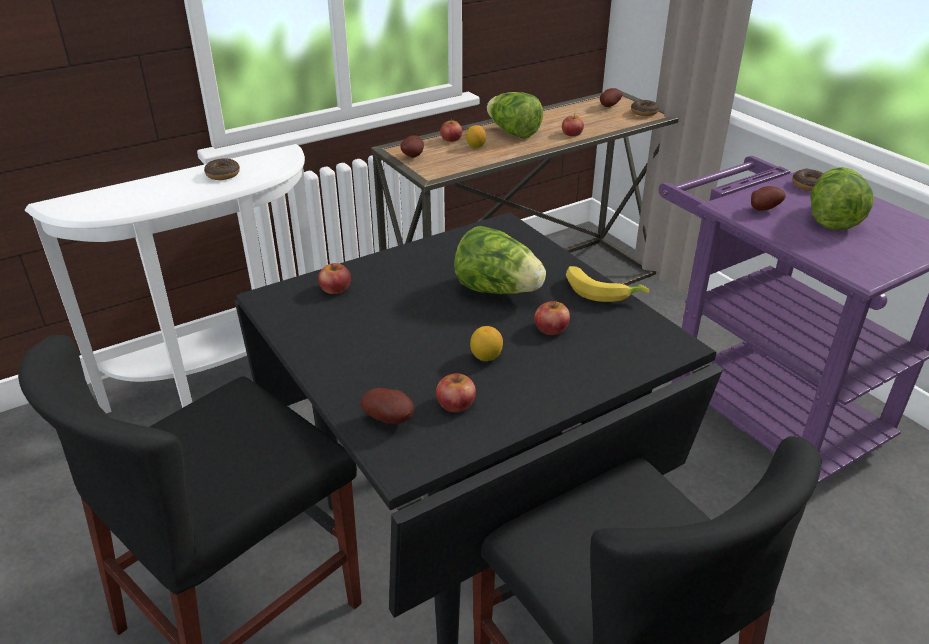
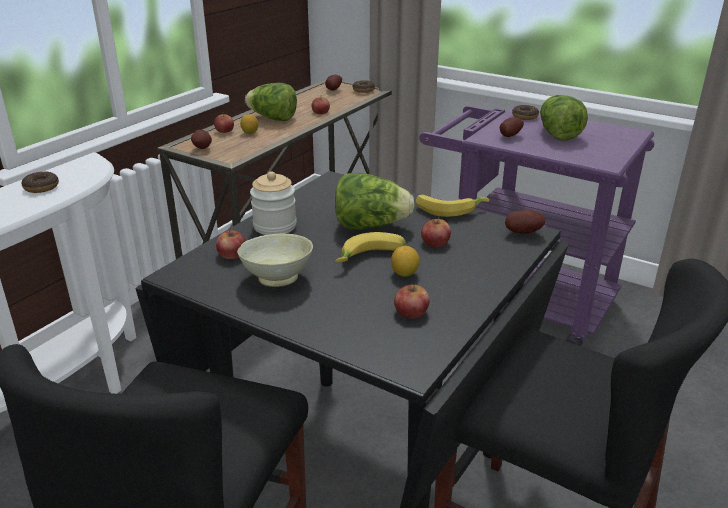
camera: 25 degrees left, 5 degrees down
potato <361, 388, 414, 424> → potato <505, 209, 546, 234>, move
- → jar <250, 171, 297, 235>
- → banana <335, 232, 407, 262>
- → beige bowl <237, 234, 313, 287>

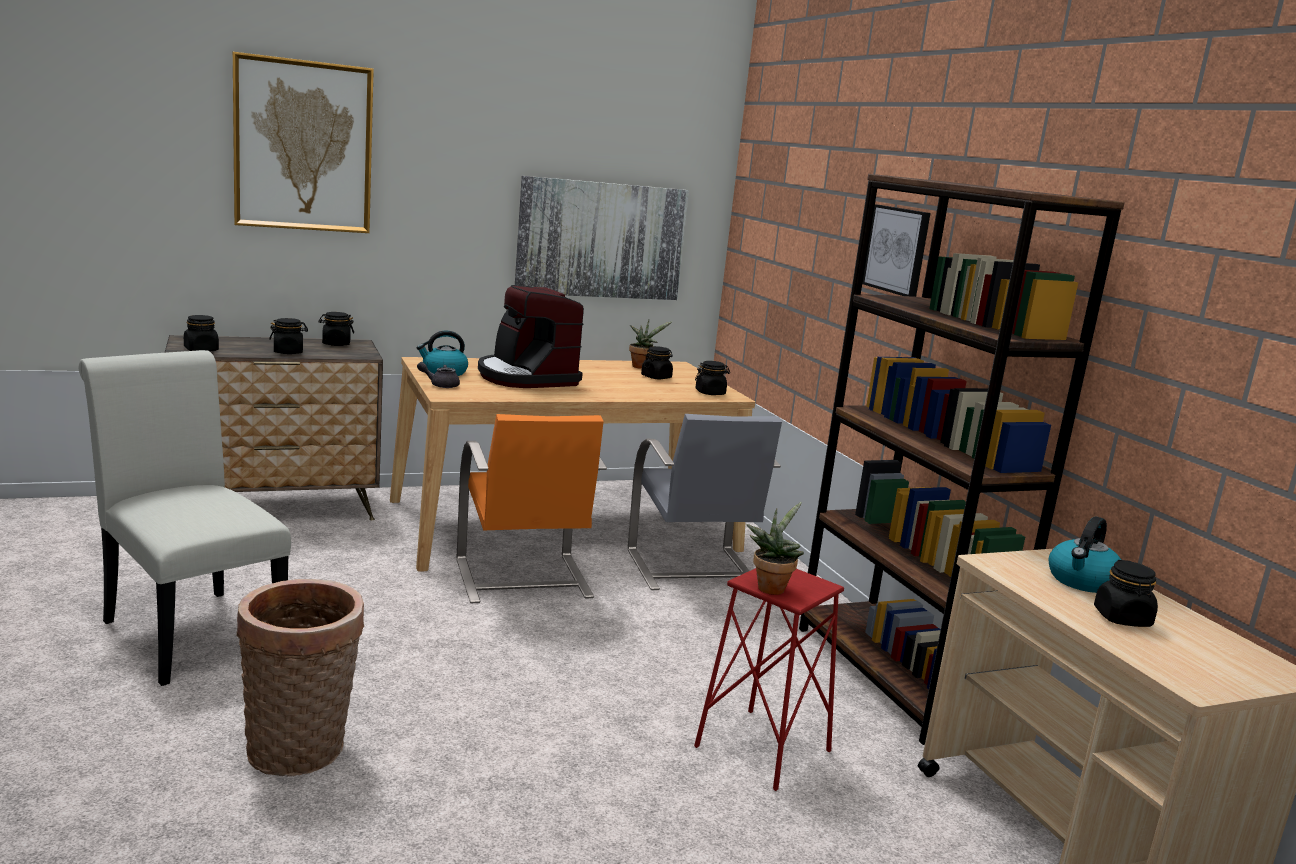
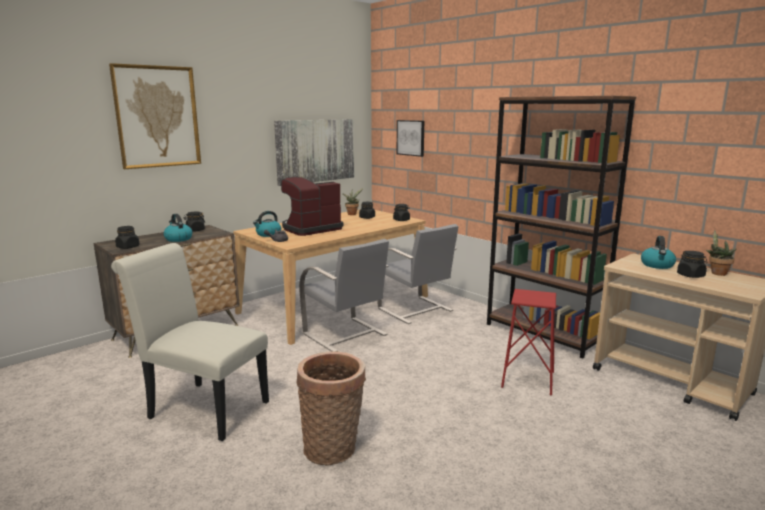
camera: 20 degrees left, 0 degrees up
picture <862, 204, 931, 297> → picture <397, 120, 424, 157>, move
coffee machine <478, 285, 584, 388> → coffee machine <281, 177, 343, 236>, 105 degrees clockwise
black jar <269, 318, 308, 354> → kettle <163, 214, 192, 242>
orange chair <457, 414, 607, 603> → grey chair <299, 239, 389, 352>
potted plant <746, 502, 804, 595> → potted plant <706, 230, 736, 276>, move

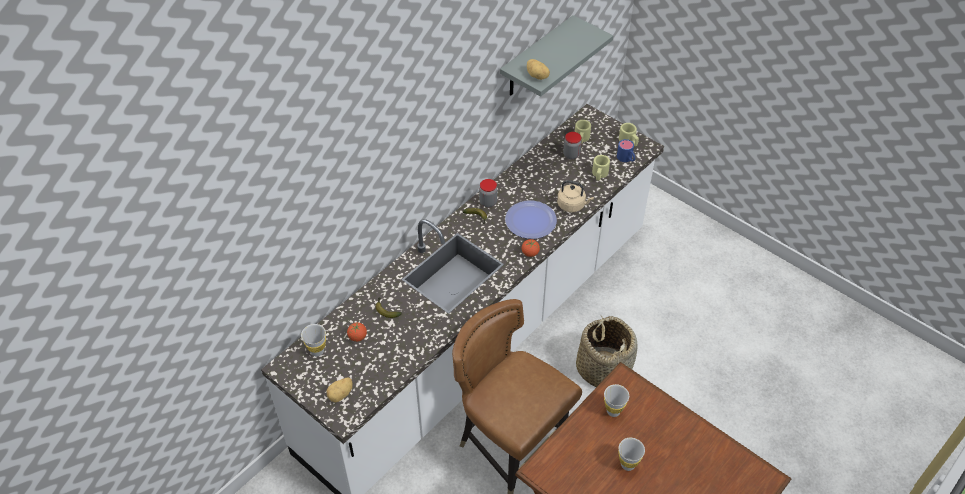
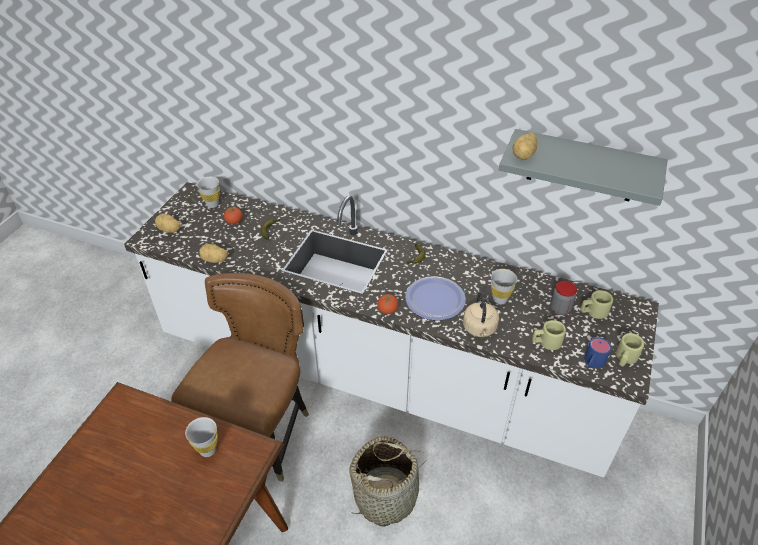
camera: 70 degrees right, 5 degrees down
jar <479, 179, 497, 208> → -
white cup <619, 438, 645, 471> → white cup <491, 269, 517, 304>, move
- → potato <199, 244, 228, 263>

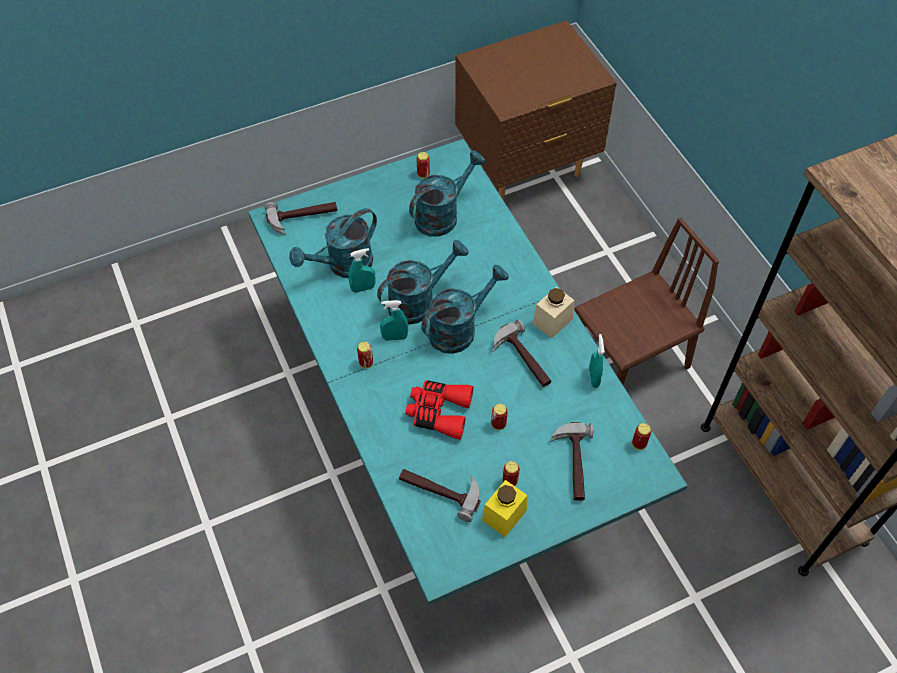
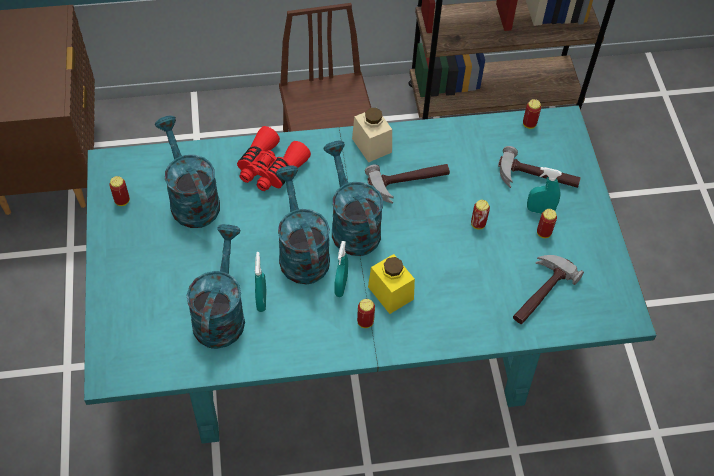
camera: 75 degrees left, 0 degrees up
hammer <265, 202, 338, 235> → -
turquoise watering can <289, 208, 377, 278> → turquoise watering can <187, 224, 245, 349>, 150 degrees counterclockwise
turquoise spray bottle <589, 334, 604, 388> → turquoise spray bottle <527, 167, 562, 214>, move
red binoculars <405, 380, 473, 440> → red binoculars <237, 126, 311, 191>, move
yellow jar <482, 480, 527, 537> → yellow jar <368, 254, 415, 314>, move

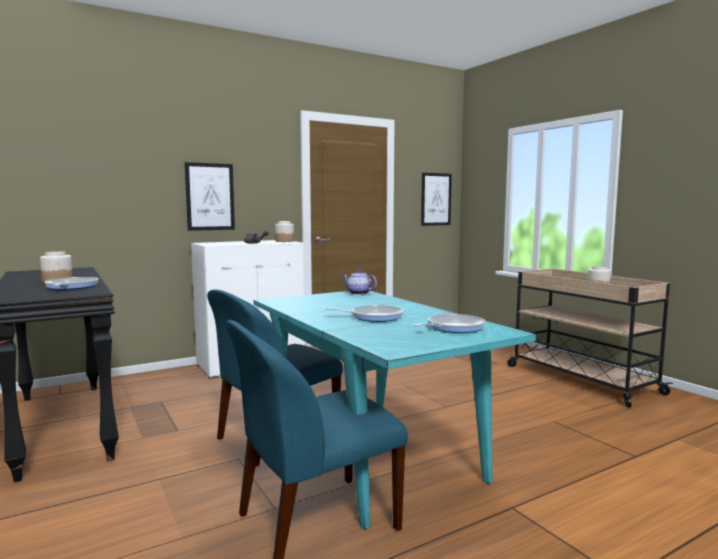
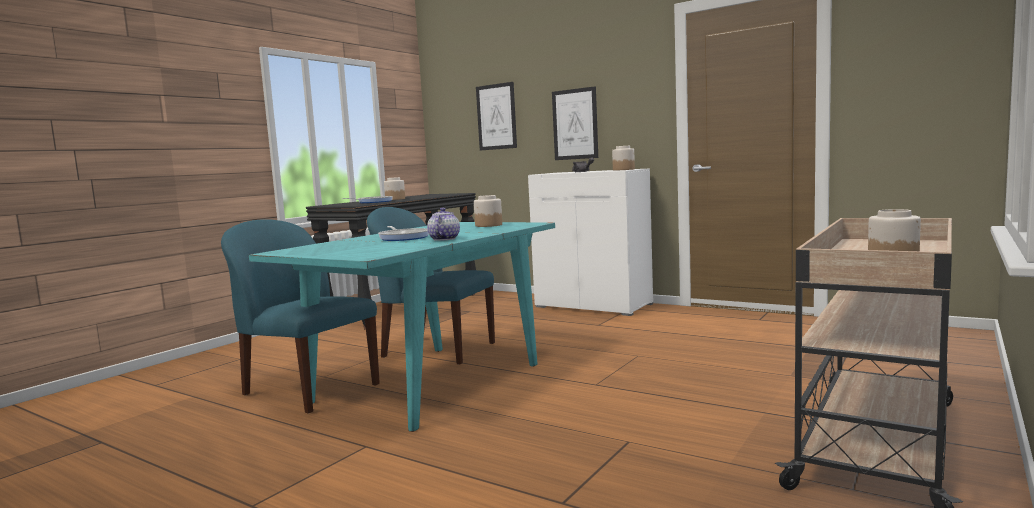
camera: 65 degrees right, 0 degrees up
picture <421, 173, 452, 226> → picture <476, 82, 517, 150>, move
teapot <343, 269, 377, 295> → teapot <427, 208, 460, 241>, move
frying pan <413, 314, 485, 333> → -
- → jar <474, 195, 502, 227>

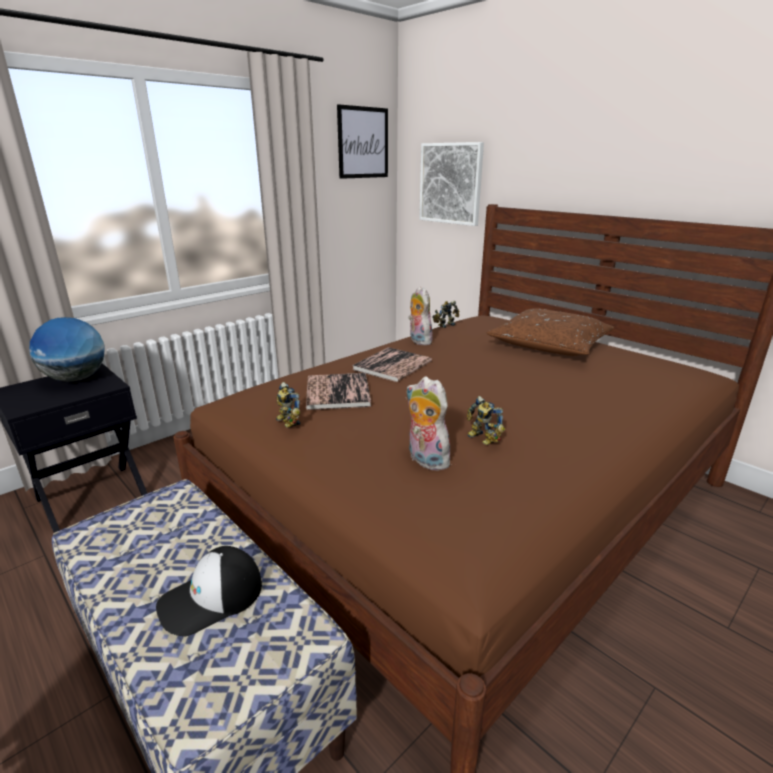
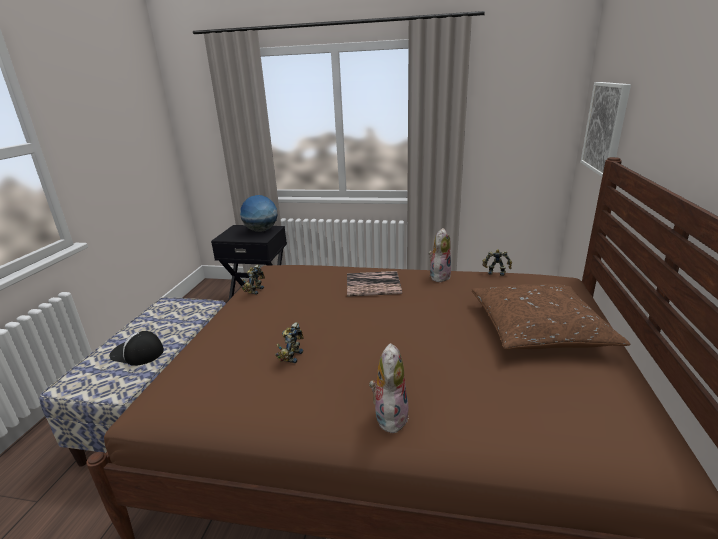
camera: 55 degrees right, 0 degrees up
picture <337, 104, 388, 179> → -
book <306, 373, 371, 410> → -
plush toy <407, 376, 452, 471> → plush toy <369, 343, 409, 435>, move

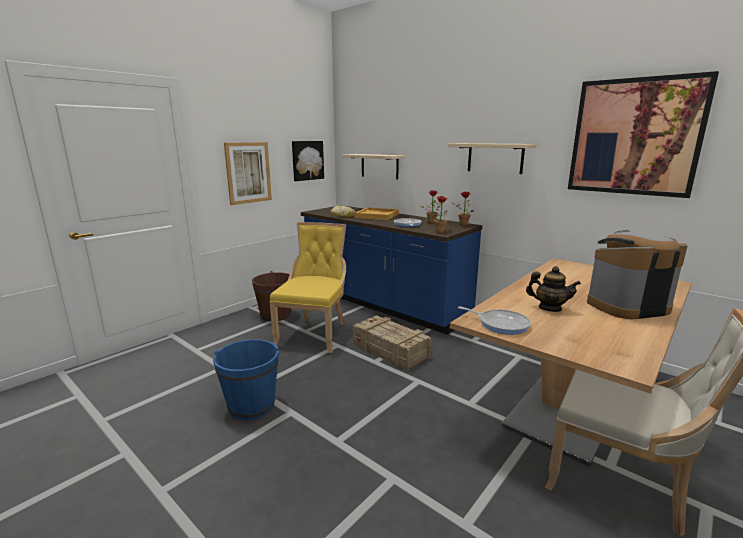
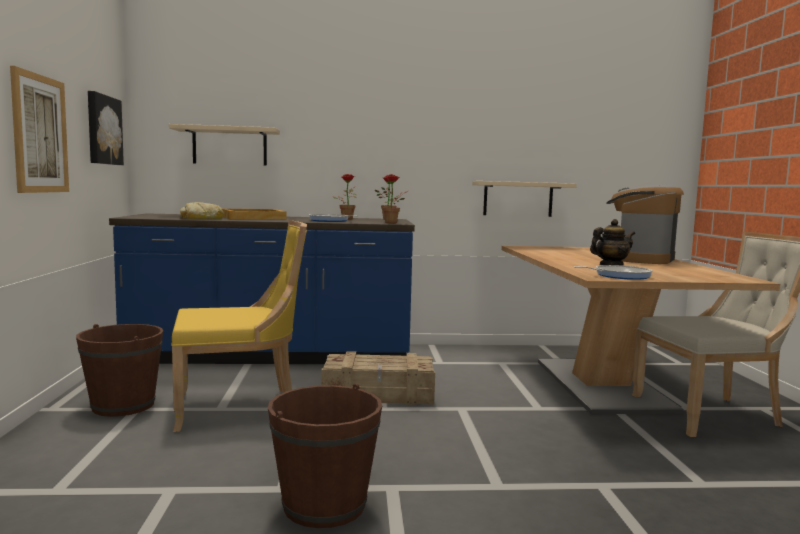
camera: 45 degrees left, 10 degrees down
picture <568, 71, 719, 198> → -
beige shelf <448, 143, 536, 174> → beige shelf <472, 181, 577, 217>, move
yellow chair <270, 222, 346, 353> → yellow chair <171, 220, 307, 432>, 105 degrees clockwise
blue bucket <213, 339, 279, 420> → brown bucket <268, 383, 382, 528>

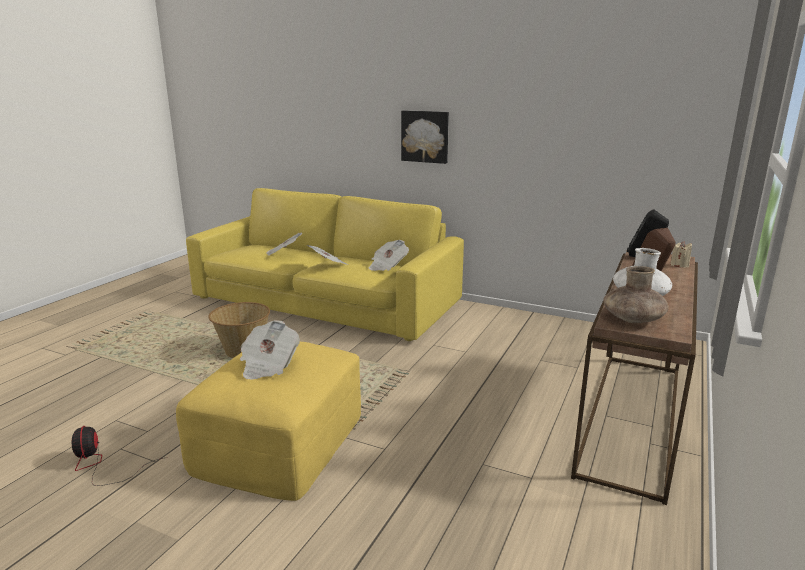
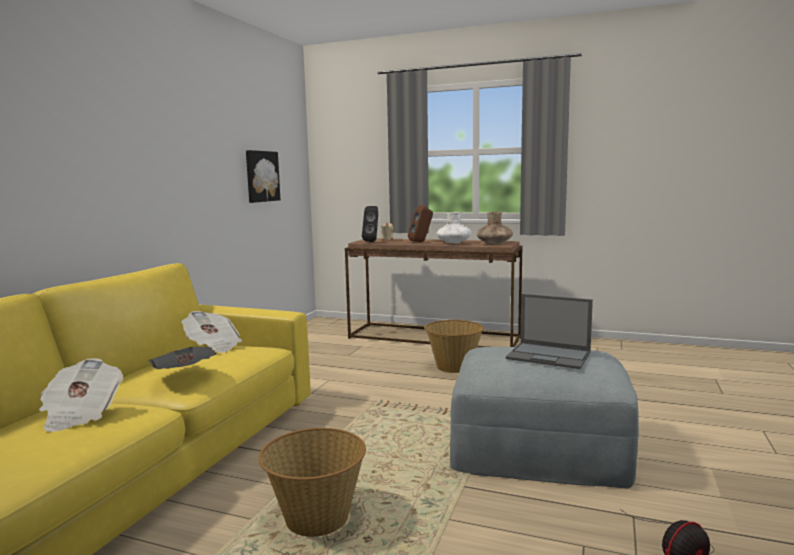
camera: 95 degrees left, 10 degrees down
picture <401, 110, 449, 164> → picture <246, 150, 281, 203>, move
newspaper <240, 320, 300, 380> → laptop <506, 294, 593, 369>
yellow ottoman <176, 342, 361, 501> → grey ottoman <450, 347, 639, 488>
- → basket <424, 320, 484, 373>

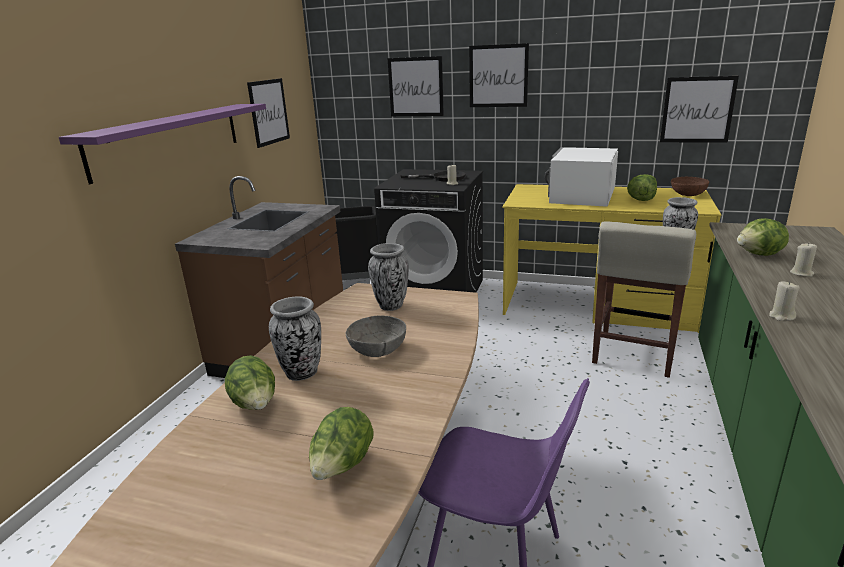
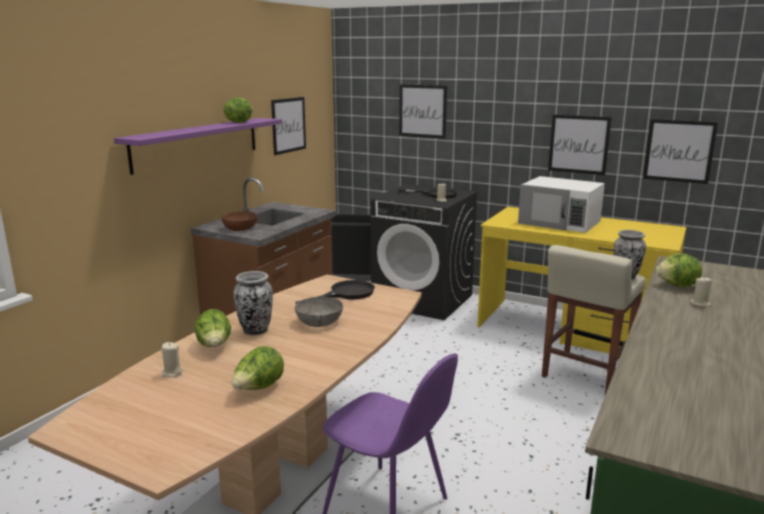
camera: 10 degrees right, 5 degrees down
picture <469, 43, 529, 107> → picture <548, 114, 612, 175>, move
white microwave <545, 147, 618, 207> → white microwave <518, 176, 605, 233>, 90 degrees counterclockwise
lettuce <627, 174, 657, 201> → lettuce <224, 98, 253, 123>, move
brown bowl <671, 177, 709, 196> → brown bowl <221, 211, 258, 231>, move
vase <368, 243, 409, 311> → black frying pan <295, 280, 375, 304>
beige candle <769, 281, 800, 321> → beige candle <161, 342, 183, 378>, move

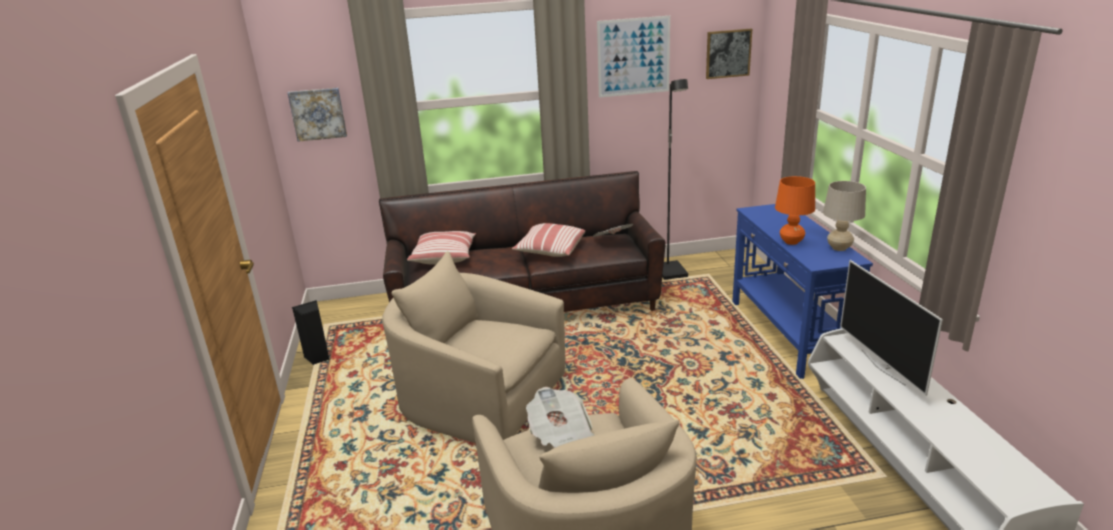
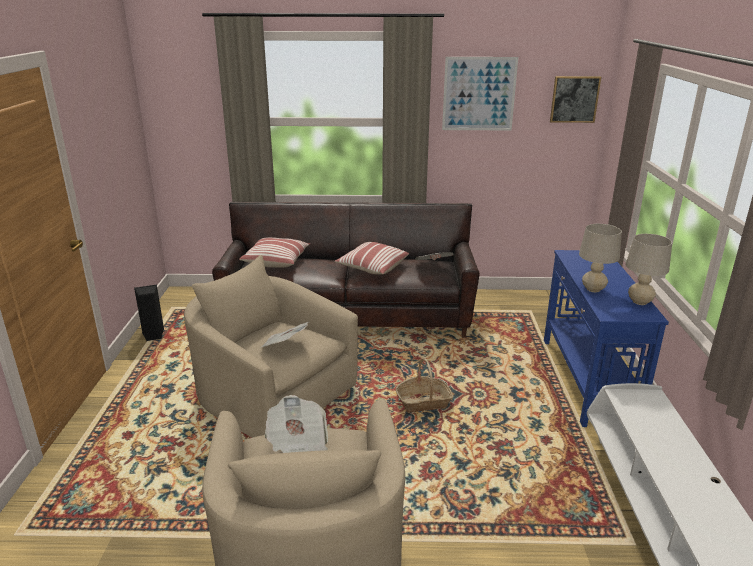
camera: 10 degrees right, 0 degrees up
black floor lamp <662, 79, 688, 280> → -
picture <288, 88, 347, 142> → -
orange table lamp <775, 176, 815, 245> → beige table lamp <579, 224, 622, 292>
television <840, 260, 943, 396> → -
- → newspaper <260, 321, 310, 348>
- → basket <396, 358, 454, 412>

